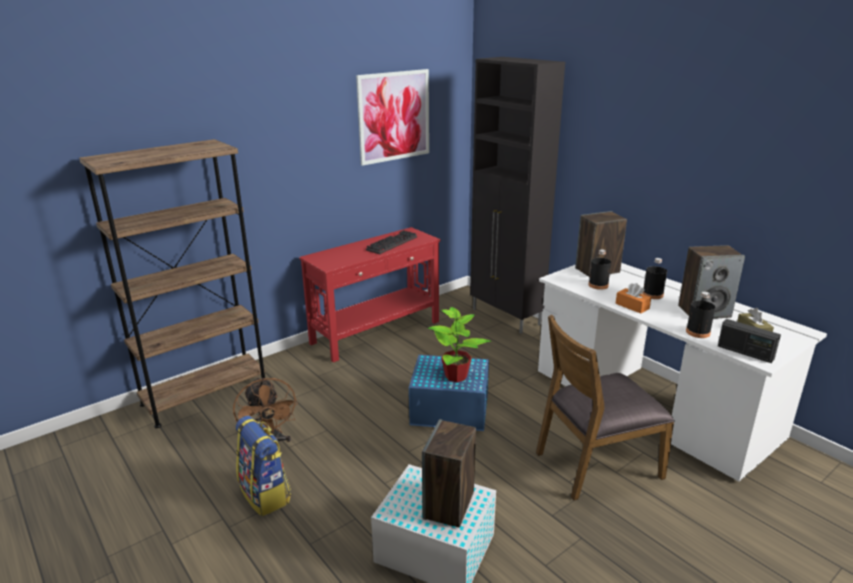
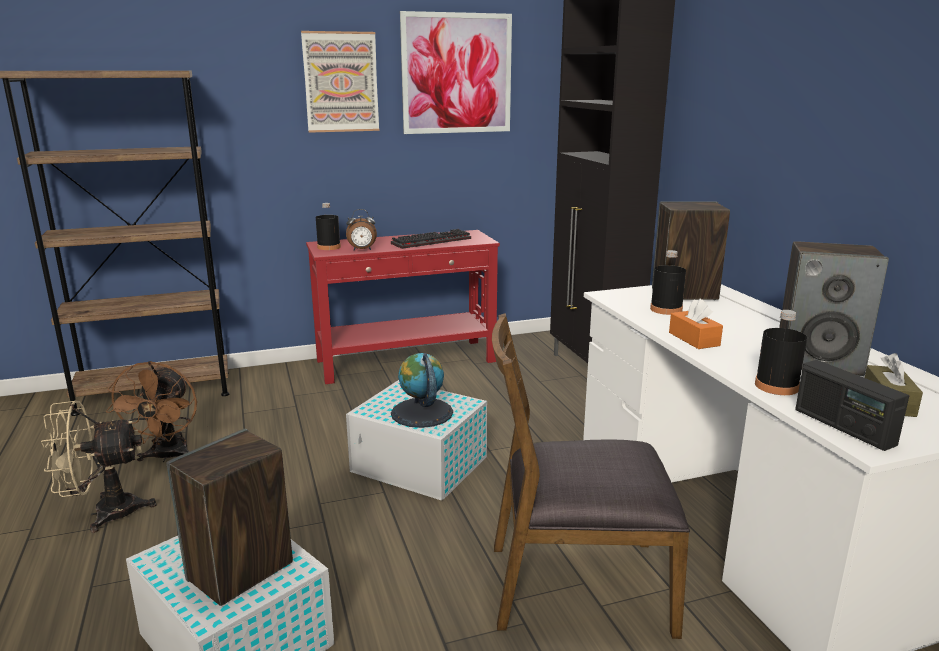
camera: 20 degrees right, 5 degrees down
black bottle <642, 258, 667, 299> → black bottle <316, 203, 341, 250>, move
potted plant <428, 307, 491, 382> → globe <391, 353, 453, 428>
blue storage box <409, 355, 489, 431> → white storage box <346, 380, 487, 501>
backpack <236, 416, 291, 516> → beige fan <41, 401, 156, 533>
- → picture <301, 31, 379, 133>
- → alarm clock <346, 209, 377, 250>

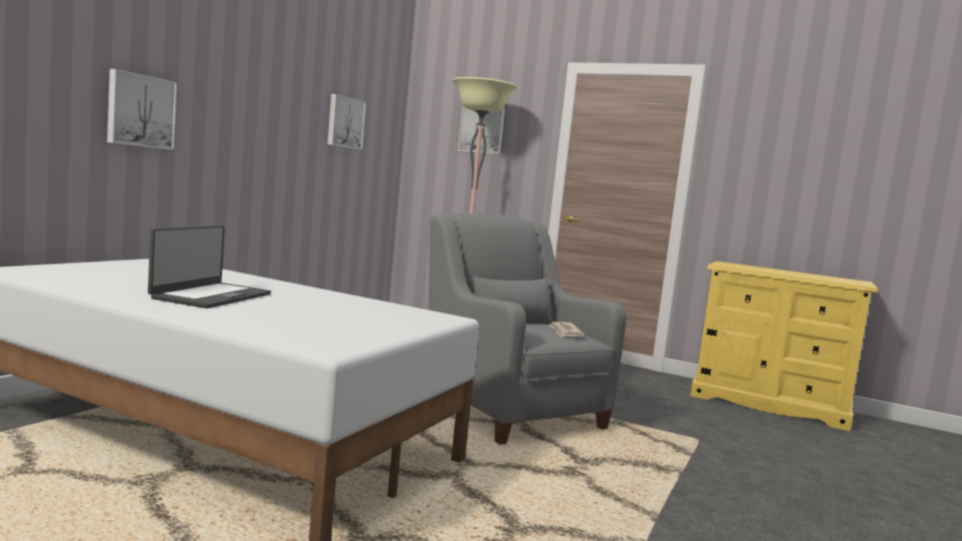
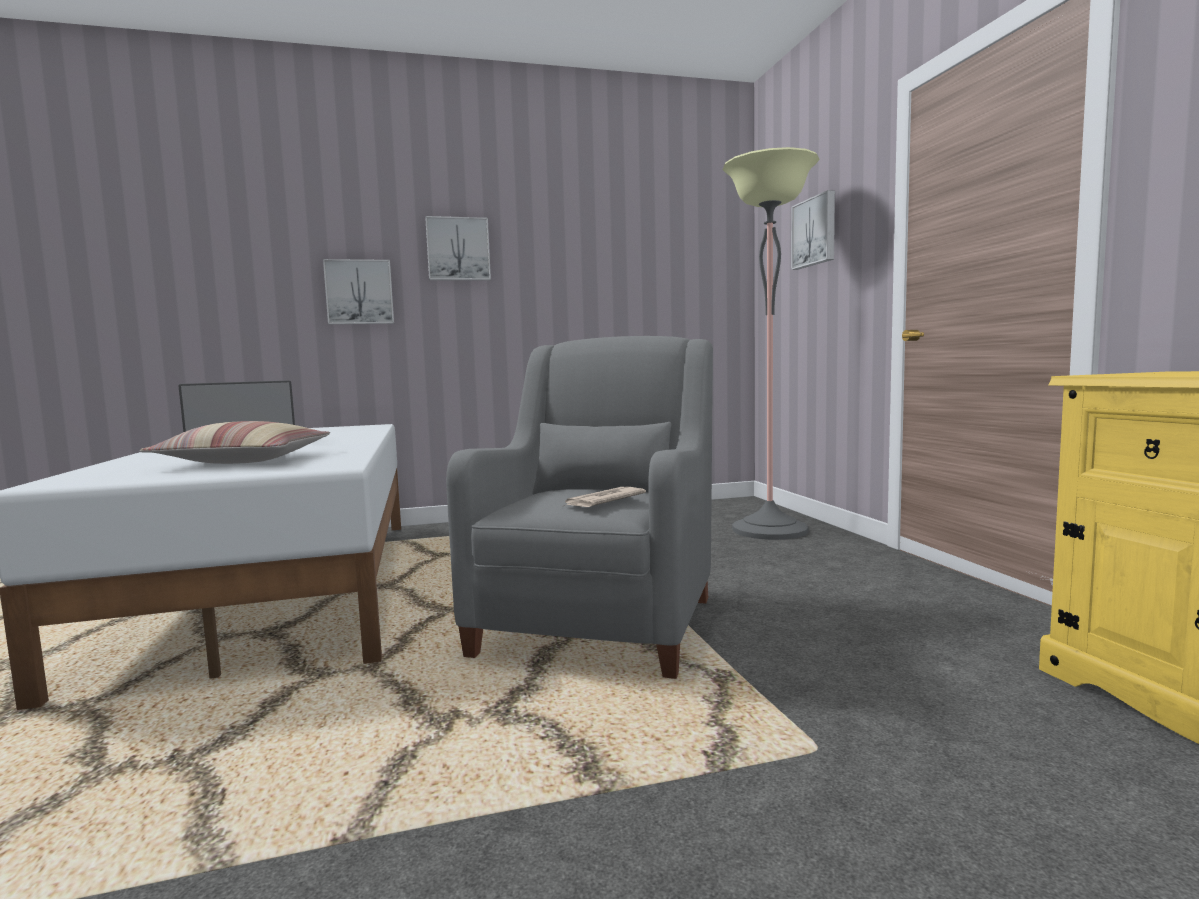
camera: 50 degrees right, 0 degrees up
picture <327, 94, 366, 150> → picture <425, 216, 491, 281>, move
- → pillow <140, 421, 330, 464>

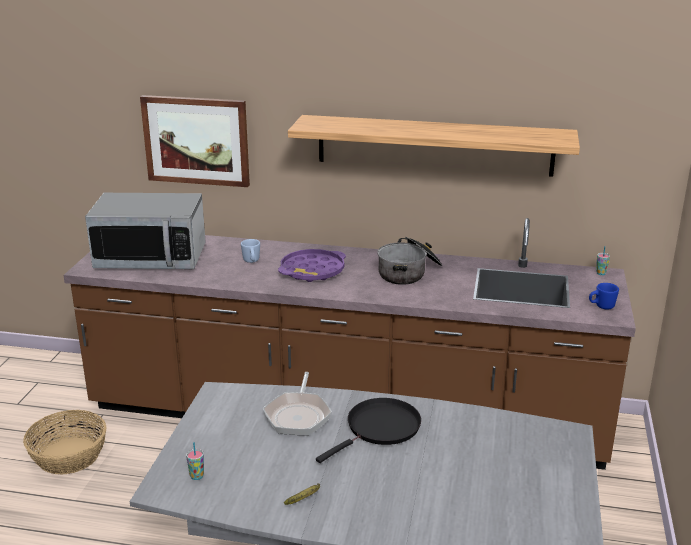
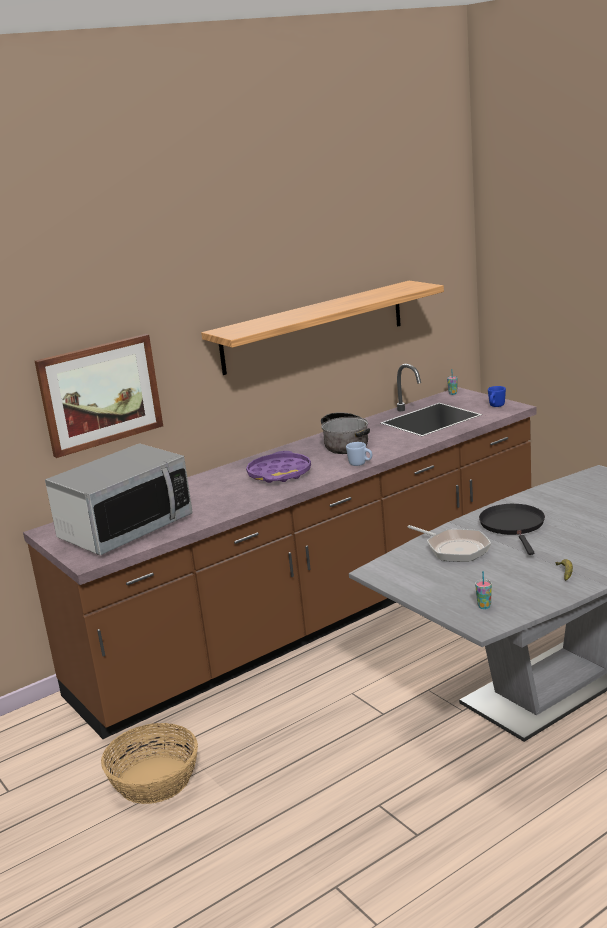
camera: 45 degrees left, 5 degrees down
blue mug <241, 239, 260, 263> → blue mug <346, 442, 372, 466>, move

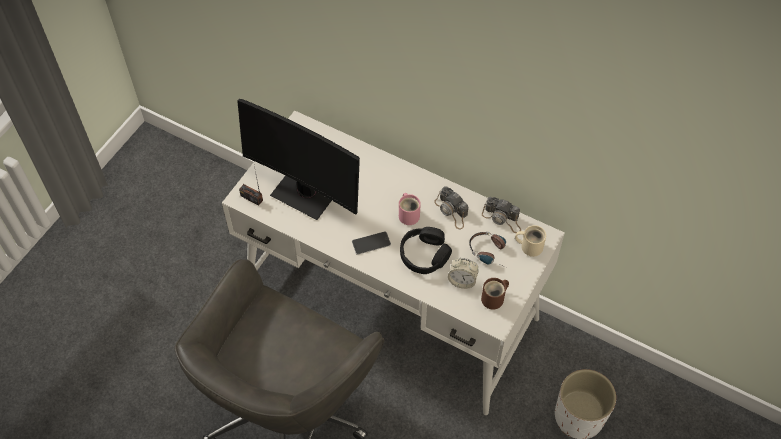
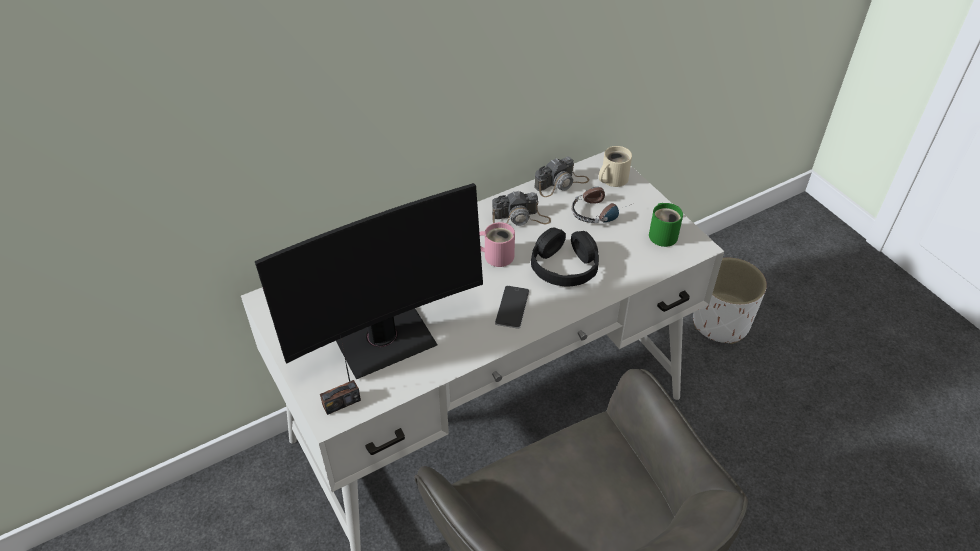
camera: 60 degrees left, 10 degrees down
alarm clock <448, 258, 478, 289> → -
brown mug <481, 278, 509, 310> → green mug <649, 203, 683, 247>

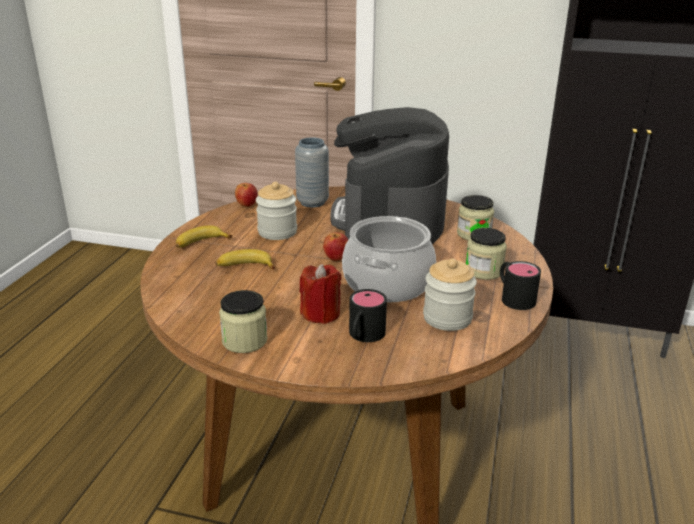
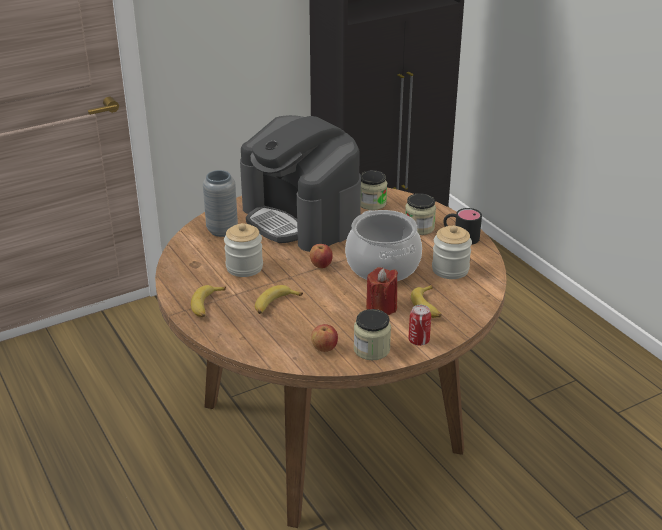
camera: 45 degrees left, 5 degrees up
apple <235, 183, 258, 207> → apple <311, 324, 338, 352>, move
black mug <349, 289, 387, 342> → banana <411, 285, 442, 318>
- → can <409, 305, 431, 346>

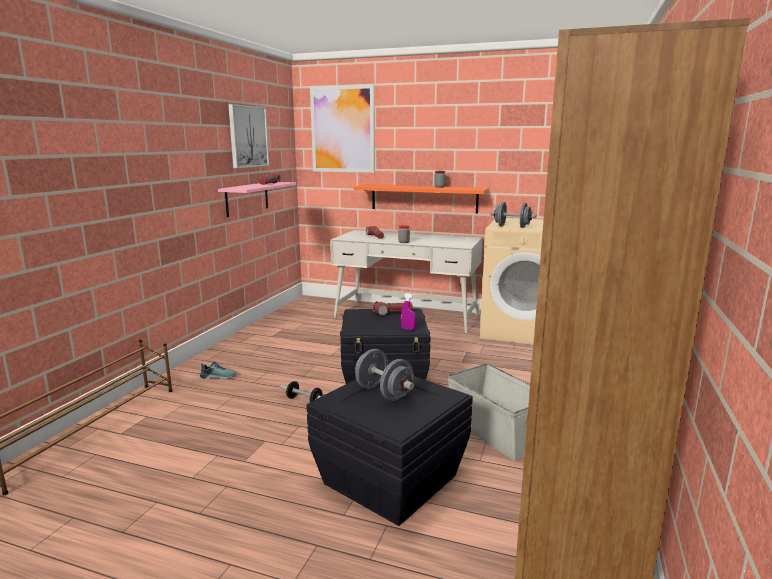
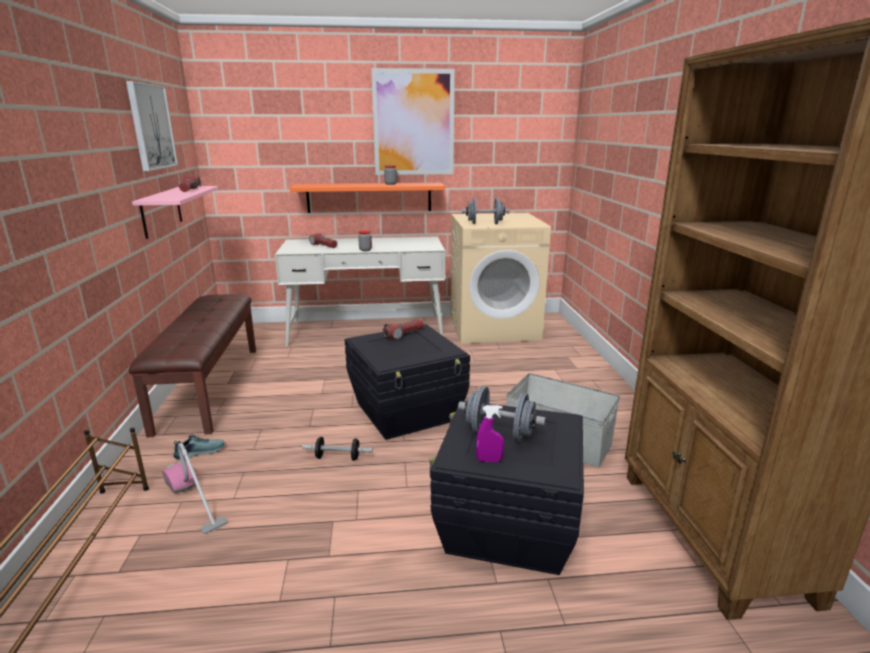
camera: 25 degrees left, 5 degrees up
picture <310, 84, 375, 173> → picture <371, 68, 455, 175>, move
purple spray bottle <401, 293, 416, 330> → purple spray bottle <476, 405, 504, 462>, move
- → brown bench <129, 294, 256, 437>
- → vacuum cleaner <163, 443, 228, 534>

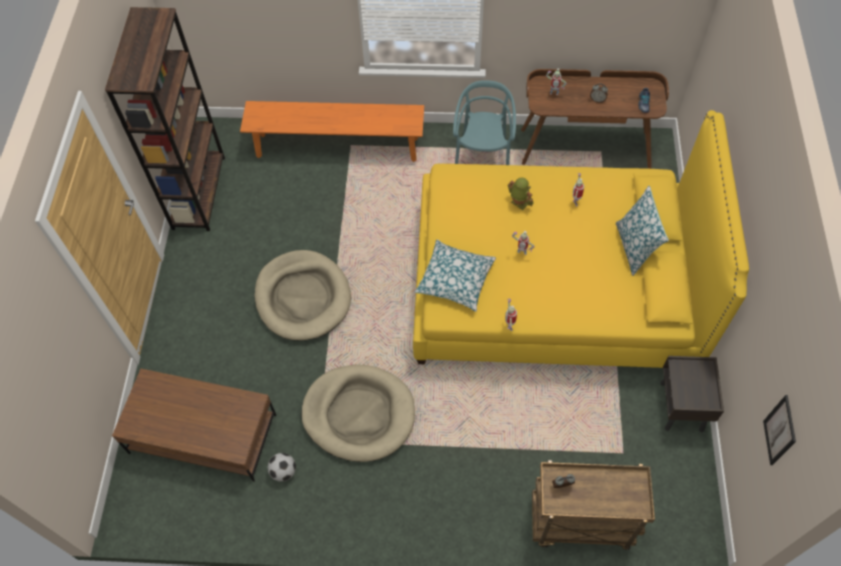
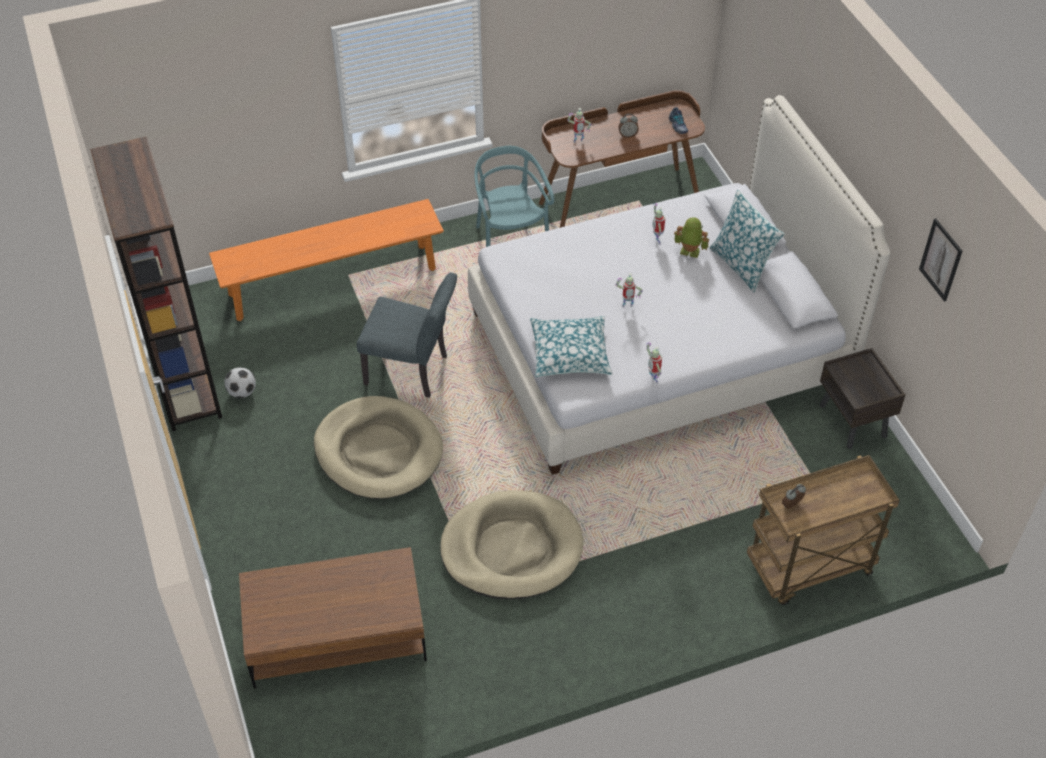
camera: 25 degrees left, 10 degrees down
yellow bed <413, 110, 749, 368> → white bed <468, 95, 890, 475>
toy robot <507, 178, 534, 210> → toy robot <674, 217, 709, 258>, move
picture <763, 395, 796, 465> → picture <919, 218, 962, 302>, move
football <267, 453, 296, 482> → football <224, 367, 256, 398>, move
- → grey chair <357, 272, 457, 398>

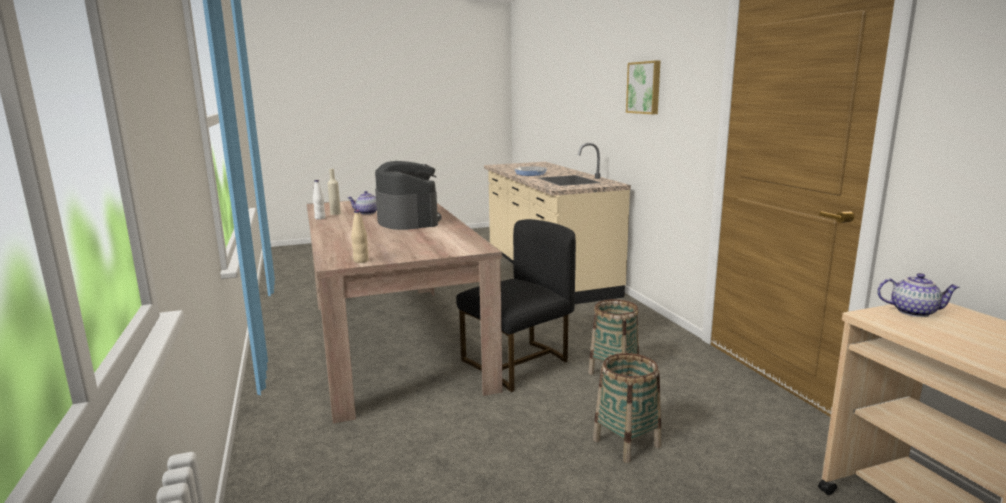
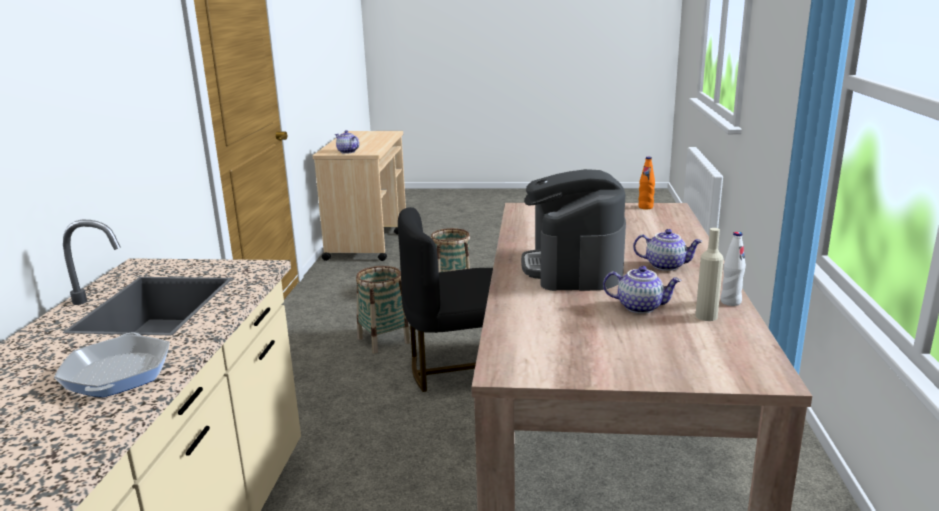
camera: 155 degrees left, 5 degrees up
picture <626, 61, 660, 114> → -
beige bottle <351, 210, 369, 263> → orange bottle <638, 157, 655, 209>
- → teapot <633, 229, 703, 271>

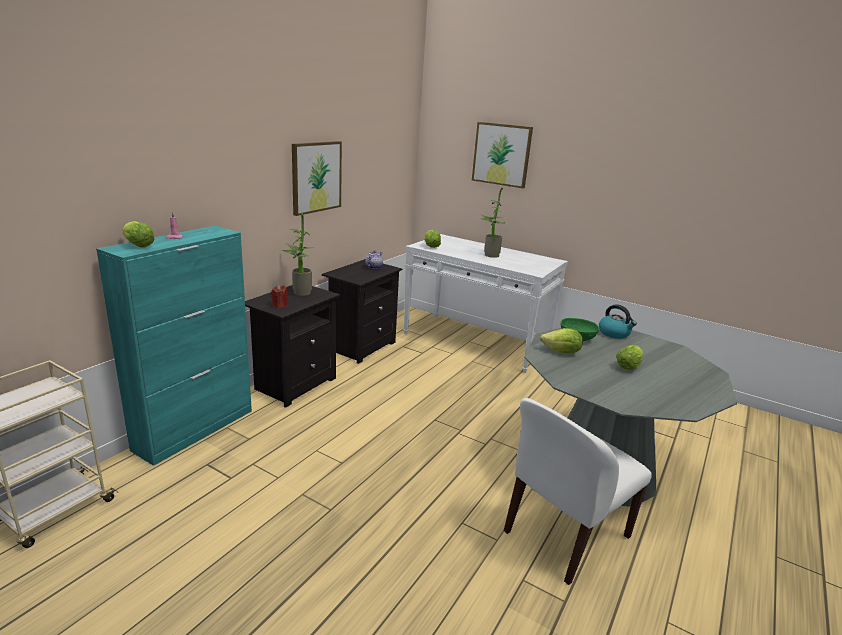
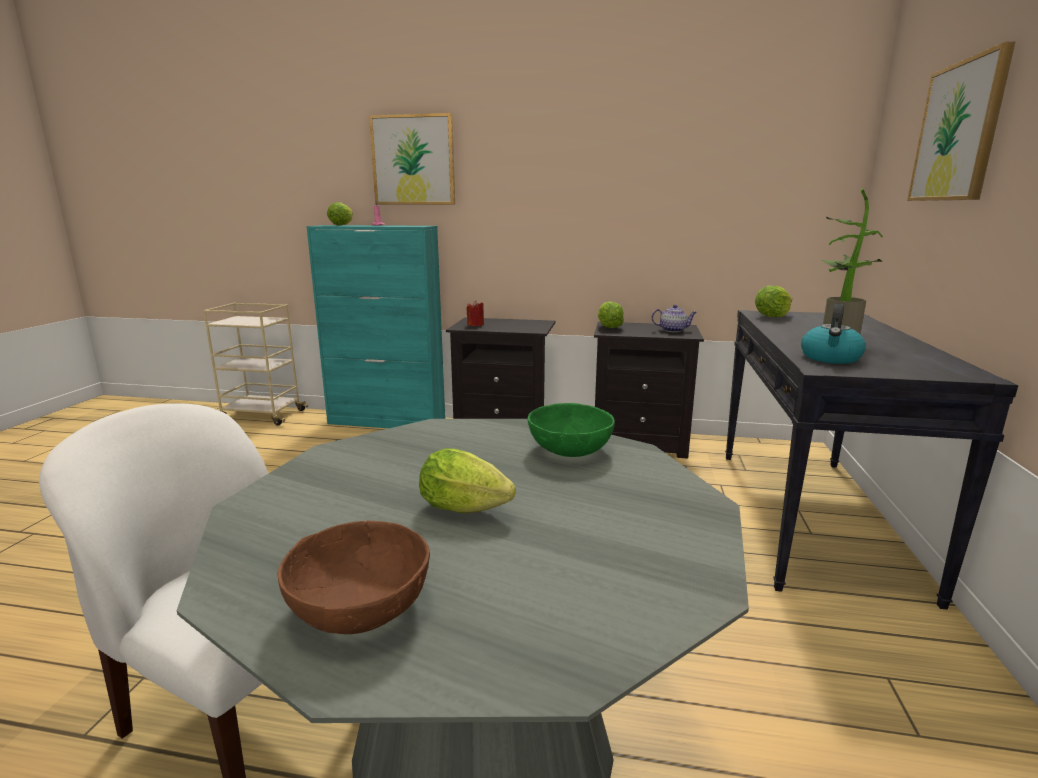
camera: 70 degrees right, 5 degrees down
picture <292, 141, 342, 216> → picture <369, 113, 455, 204>, move
potted plant <282, 213, 312, 296> → -
white console table <404, 234, 568, 373> → black console table <725, 310, 1018, 610>
kettle <599, 304, 637, 339> → kettle <801, 304, 866, 364>, move
lettuce <540, 328, 583, 353> → lettuce <598, 301, 624, 328>, move
- → brown bowl <278, 521, 430, 634>

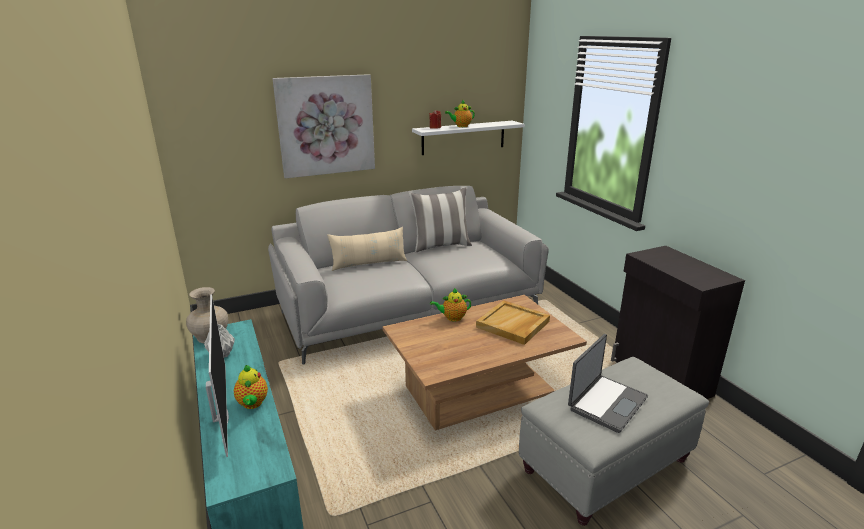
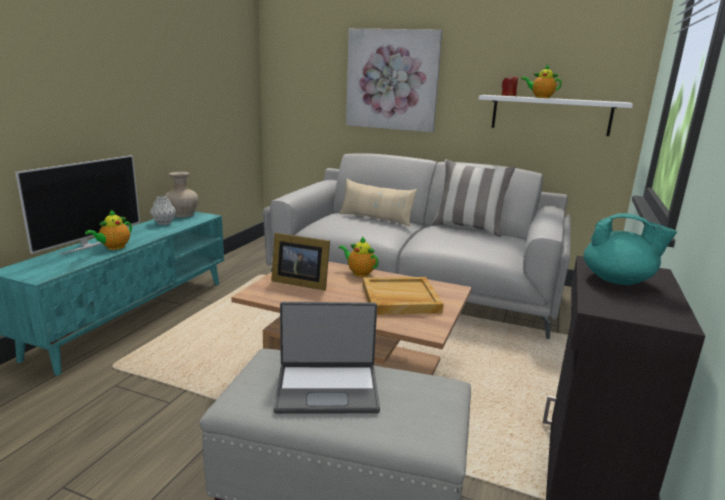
camera: 45 degrees right, 5 degrees down
- → turquoise teapot <584, 213, 677, 285>
- → picture frame <271, 233, 330, 290>

